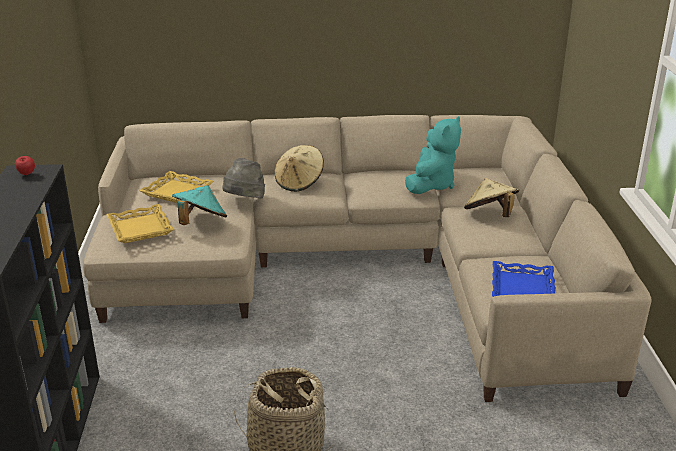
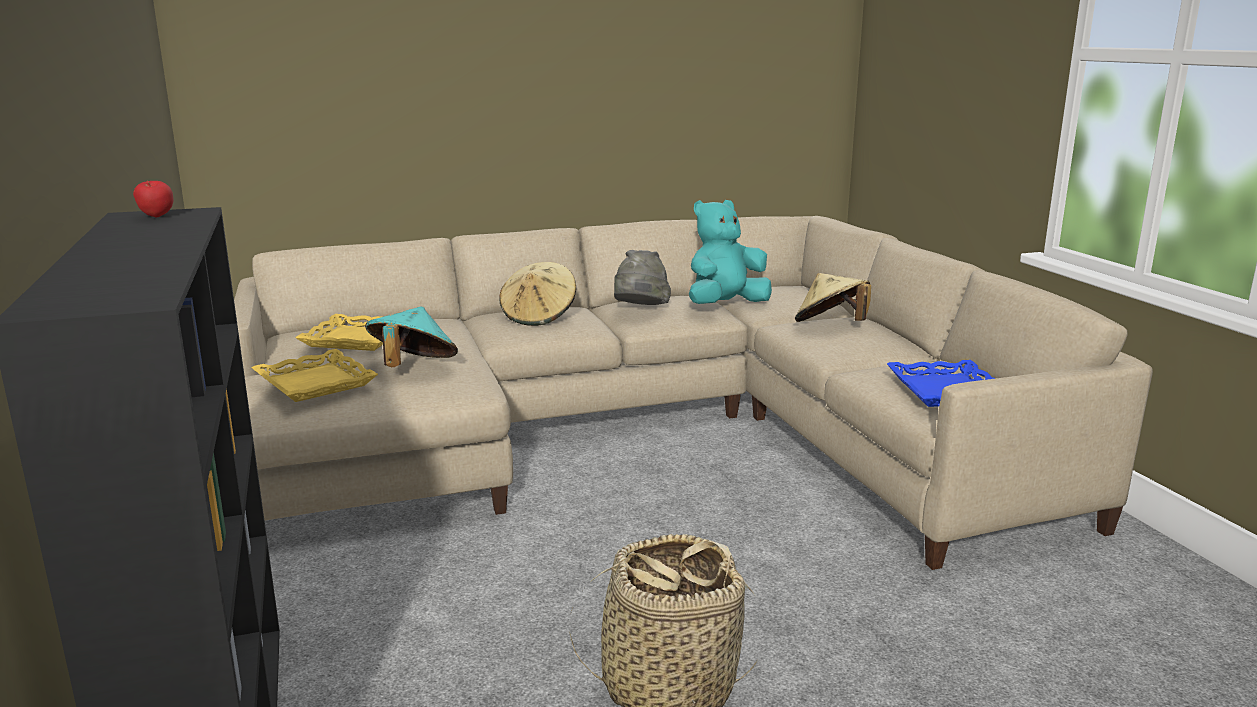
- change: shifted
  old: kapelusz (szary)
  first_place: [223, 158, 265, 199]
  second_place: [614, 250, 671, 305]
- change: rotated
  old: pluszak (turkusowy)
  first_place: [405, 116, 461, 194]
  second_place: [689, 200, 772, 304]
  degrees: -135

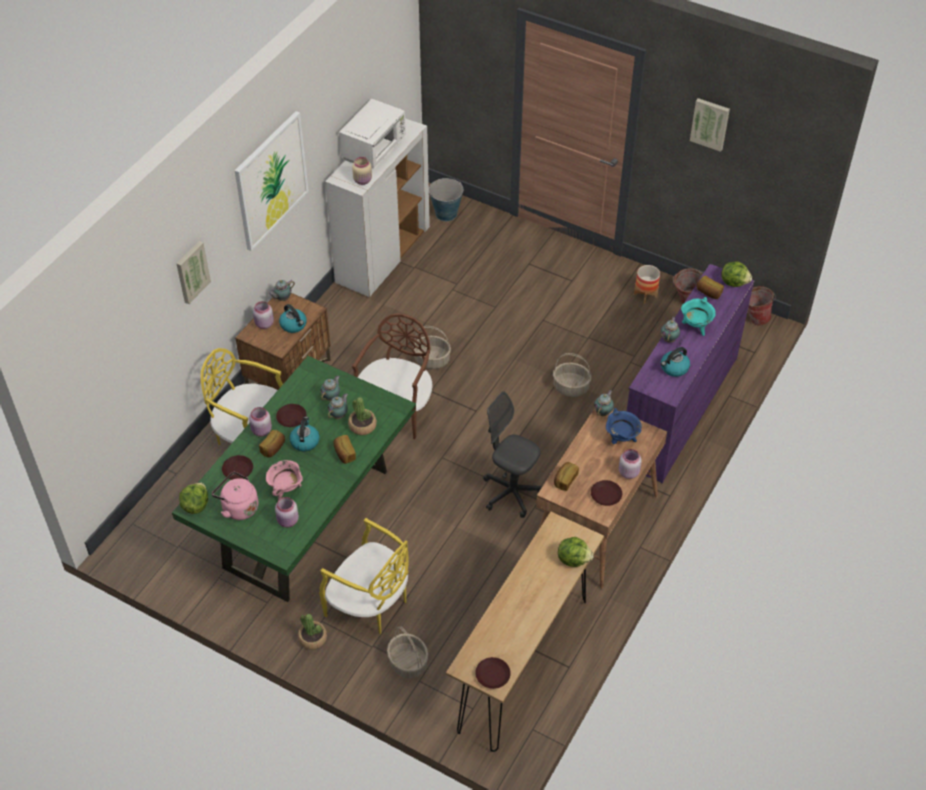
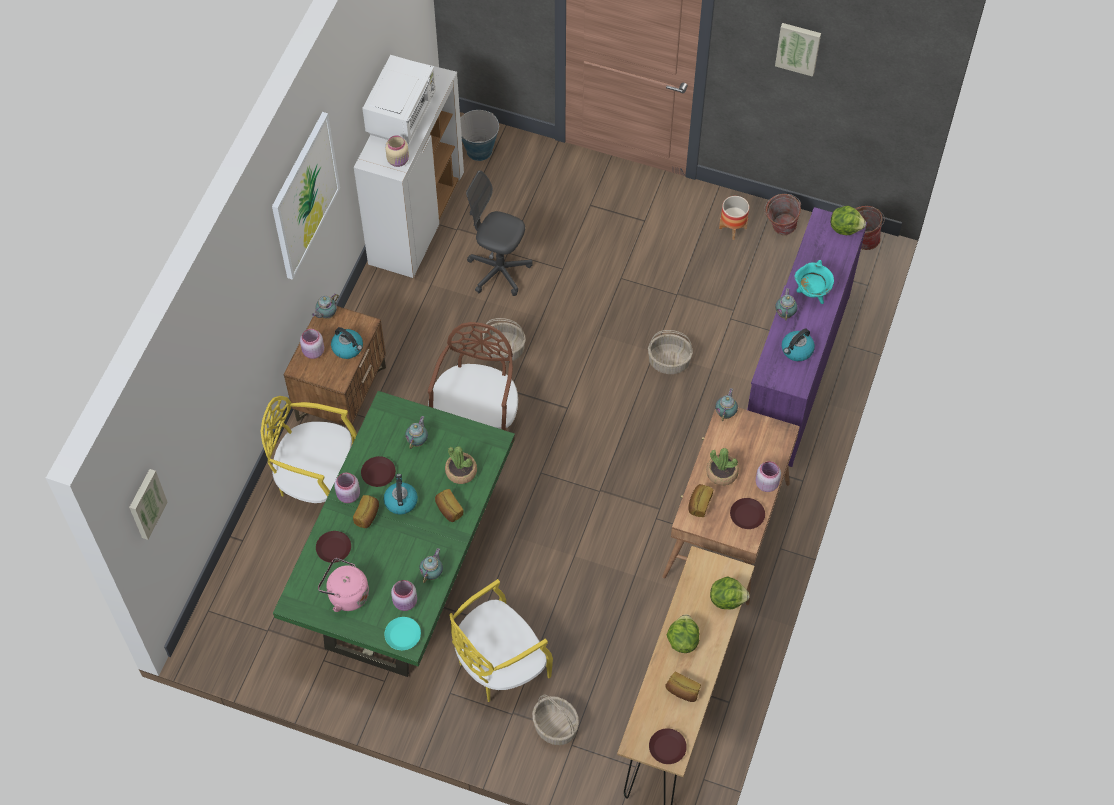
- change: gone
  old: garnek (różowy)
  first_place: [266, 460, 303, 501]
- change: gone
  old: garnek (niebieski)
  first_place: [606, 408, 642, 444]
- change: new
  new: talerz (turkusowy)
  second_place: [385, 617, 421, 650]
- change: shifted
  old: obraz
  first_place: [176, 241, 211, 304]
  second_place: [129, 469, 168, 540]
- change: shifted
  old: sałata
  first_place: [179, 482, 208, 514]
  second_place: [667, 614, 699, 653]
- change: shifted
  old: roślina doniczkowa
  first_place: [298, 614, 327, 650]
  second_place: [706, 448, 739, 486]
- change: shifted
  old: imbryk
  first_place: [328, 394, 348, 419]
  second_place: [419, 548, 443, 583]
- change: shifted
  old: krzesło biurowe (szary)
  first_place: [483, 391, 542, 518]
  second_place: [466, 170, 533, 296]
- change: shifted
  old: chleb
  first_place: [696, 276, 724, 299]
  second_place: [665, 672, 701, 702]
- change: rotated
  old: krzesło (żółty)
  first_place: [319, 518, 409, 634]
  second_place: [449, 579, 553, 702]
  degrees: 120

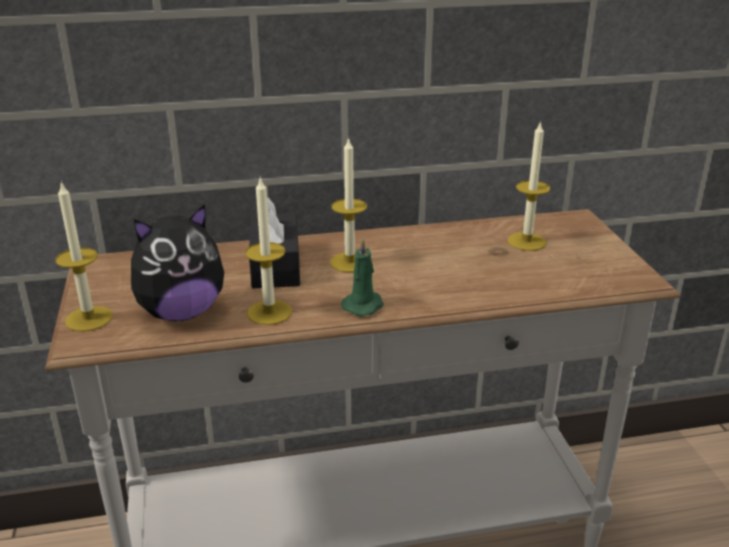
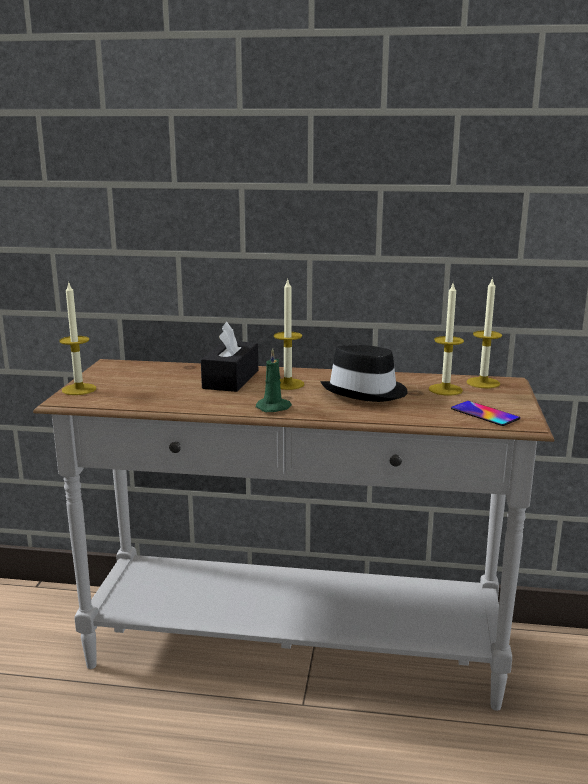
- change: gone
  old: pluszak
  first_place: [131, 204, 224, 321]
- change: new
  new: kapelusz (czarny)
  second_place: [320, 345, 408, 402]
- change: new
  new: telefon
  second_place: [451, 401, 520, 426]
- change: shifted
  old: świeca
  first_place: [245, 177, 292, 325]
  second_place: [467, 277, 502, 388]

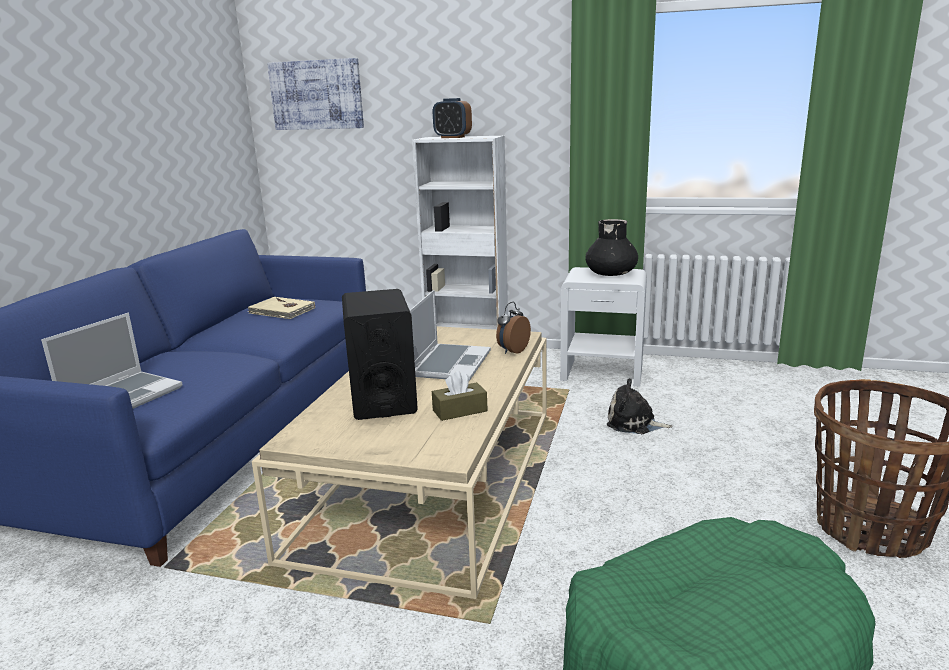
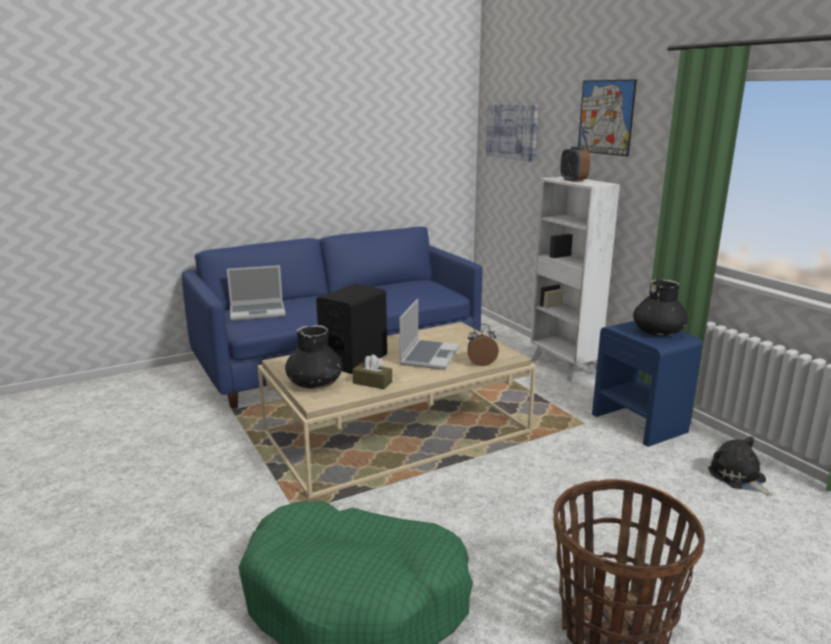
- change: gone
  old: książka (beżowy)
  first_place: [247, 297, 315, 319]
- change: new
  new: wazon (czarny)
  second_place: [285, 325, 343, 389]
- change: new
  new: obraz
  second_place: [578, 79, 637, 157]
- change: shifted
  old: pluszak
  first_place: [607, 378, 673, 434]
  second_place: [708, 436, 772, 496]
- change: repainted
  old: szafka nocna (biały)
  new: szafka nocna (niebieski)
  first_place: [560, 267, 647, 387]
  second_place: [592, 321, 703, 447]
- change: rotated
  old: laptop
  first_place: [410, 290, 491, 381]
  second_place: [399, 299, 459, 370]
  degrees: -45

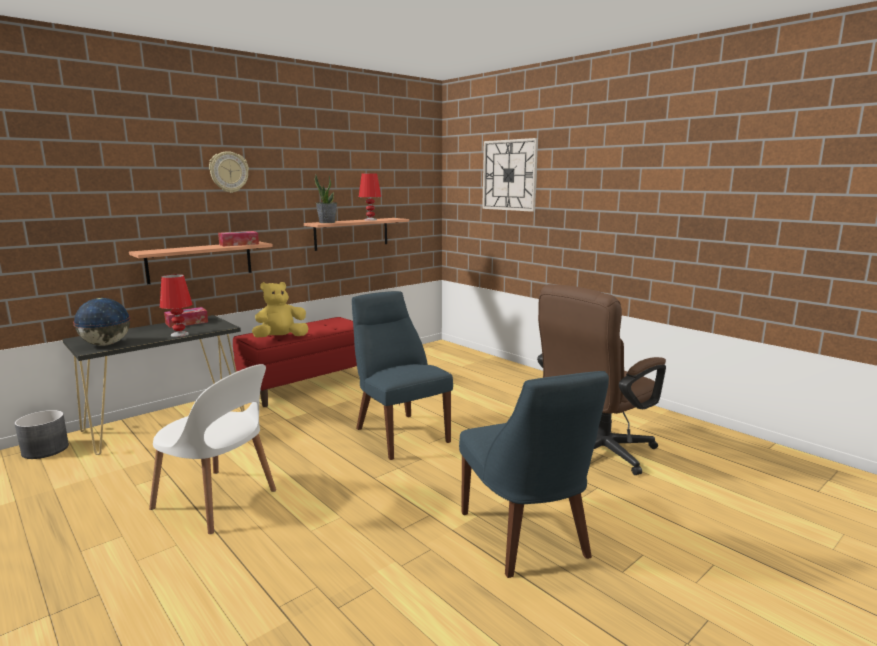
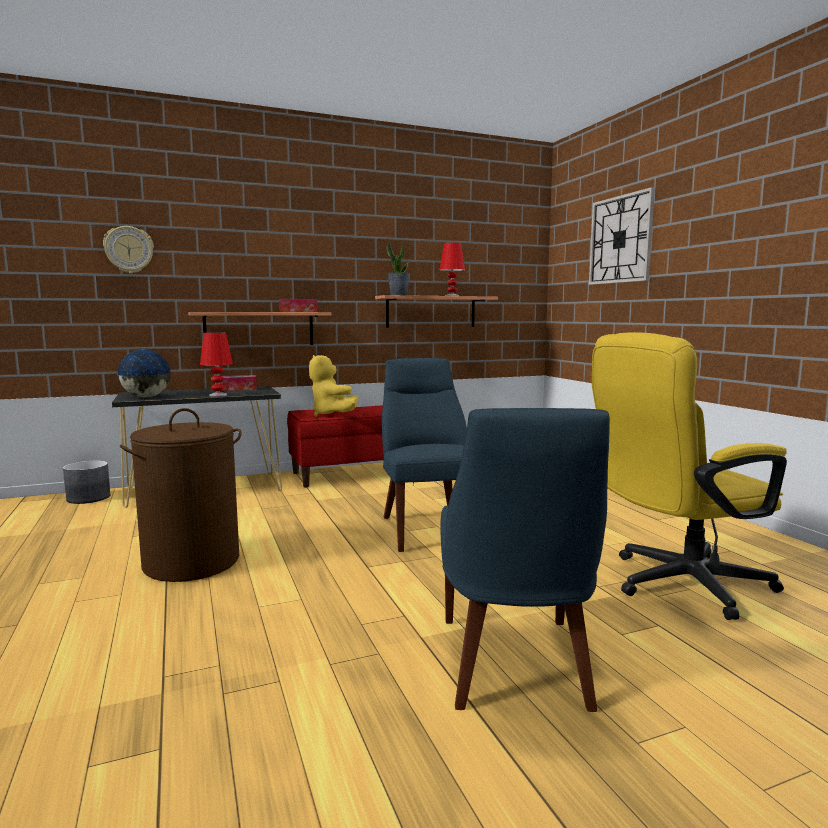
- change: shifted
  old: zegar ścienny
  first_place: [209, 151, 249, 193]
  second_place: [103, 226, 154, 273]
- change: swapped
  old: krzesło (biały)
  new: kosz na pranie (brązowy)
  first_place: [149, 364, 276, 534]
  second_place: [120, 408, 242, 582]
- change: repainted
  old: krzesło biurowe (brązowy)
  new: krzesło biurowe (żółty)
  first_place: [537, 284, 666, 475]
  second_place: [592, 332, 787, 620]
- change: rotated
  old: pluszak (żółty)
  first_place: [252, 282, 309, 338]
  second_place: [309, 355, 358, 417]
  degrees: -105

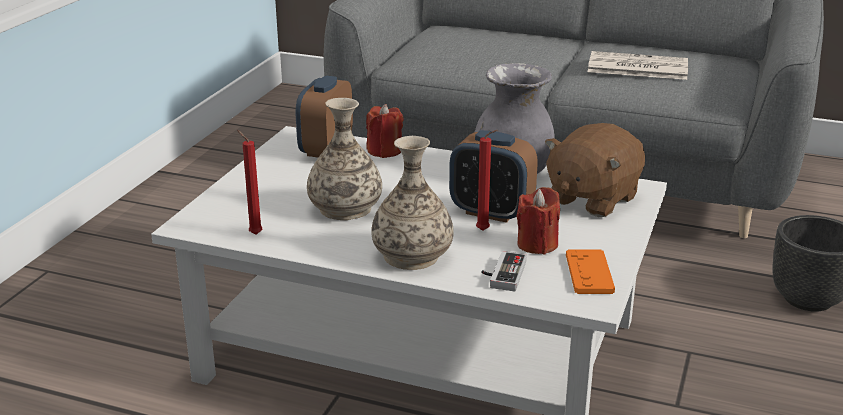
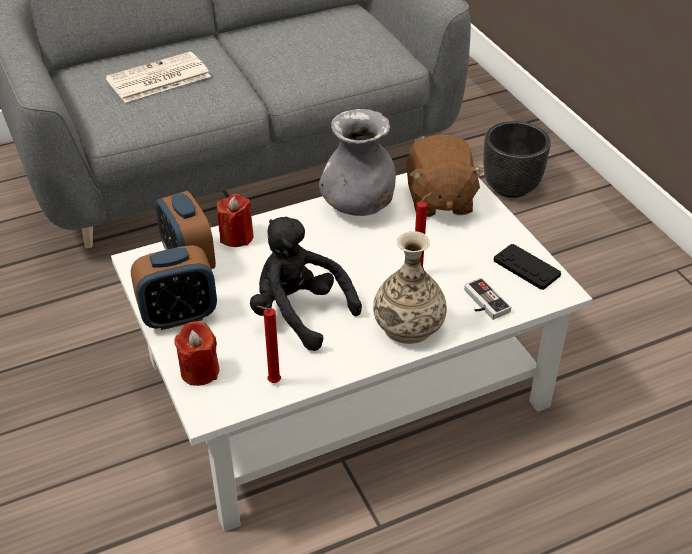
- change: shifted
  old: budzik
  first_place: [449, 130, 538, 223]
  second_place: [131, 245, 217, 330]
- change: shifted
  old: świeca (czerwony)
  first_place: [517, 187, 560, 254]
  second_place: [174, 321, 219, 386]
- change: shifted
  old: gazeta
  first_place: [588, 51, 688, 80]
  second_place: [106, 52, 211, 103]
- change: swapped
  old: wazon
  new: pluszak (czarny)
  first_place: [307, 98, 382, 220]
  second_place: [250, 217, 362, 351]
- change: repainted
  old: pad do gier (pomarańczowy)
  new: pad do gier (czarny)
  first_place: [566, 250, 615, 294]
  second_place: [494, 244, 561, 290]

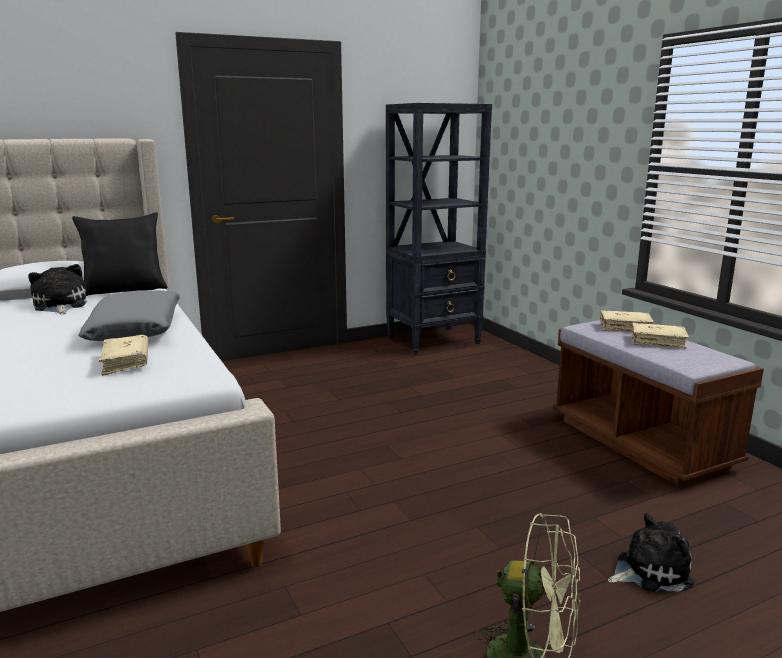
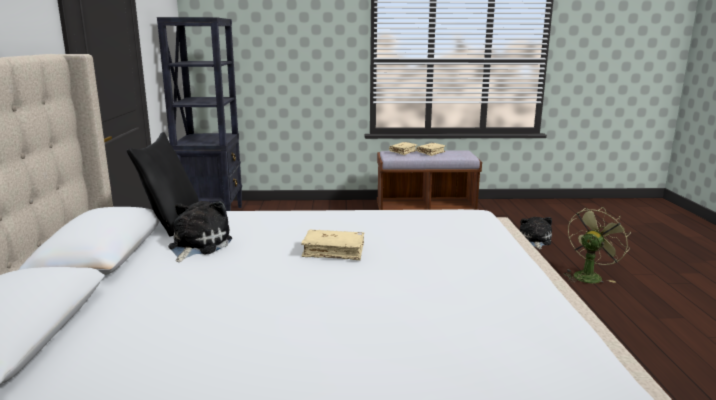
- change: gone
  old: poduszka (szary)
  first_place: [78, 290, 180, 341]
- change: shifted
  old: książka (beżowy)
  first_place: [99, 335, 148, 376]
  second_place: [301, 230, 364, 260]
- change: rotated
  old: pluszak
  first_place: [28, 264, 87, 314]
  second_place: [168, 201, 232, 262]
  degrees: 105

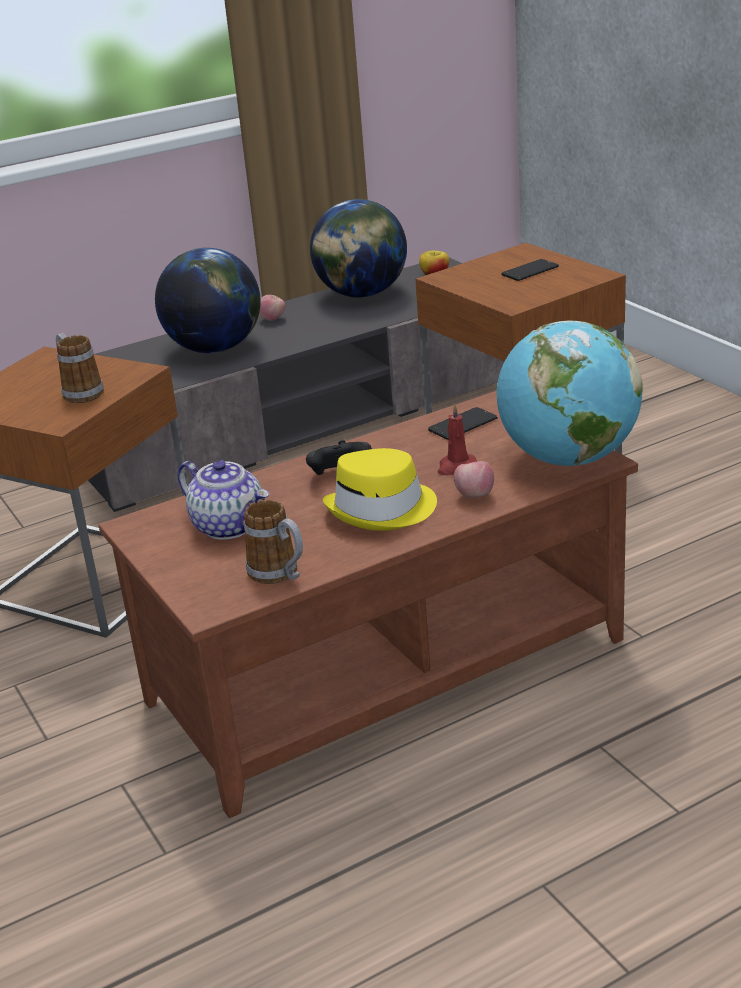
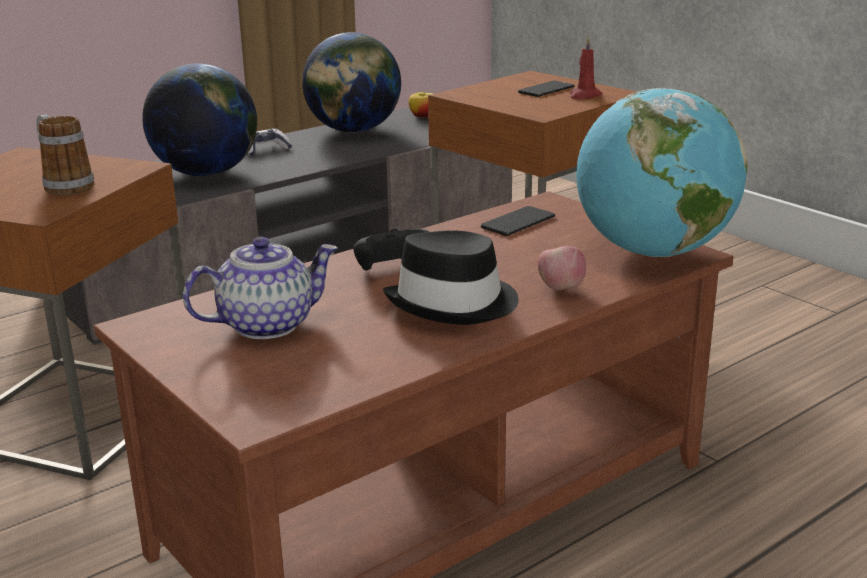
- change: gone
  old: kubek
  first_place: [244, 500, 303, 584]
- change: shifted
  old: świeca (czerwony)
  first_place: [437, 403, 477, 475]
  second_place: [570, 37, 603, 100]
- change: swapped
  old: jabłko
  new: pad do gier
  first_place: [259, 295, 285, 321]
  second_place: [247, 128, 292, 156]
- change: repainted
  old: kapelusz (żółty)
  new: kapelusz (czarny)
  first_place: [323, 448, 437, 531]
  second_place: [383, 230, 519, 325]
- change: rotated
  old: imbryk
  first_place: [178, 460, 269, 540]
  second_place: [183, 237, 338, 339]
  degrees: -60

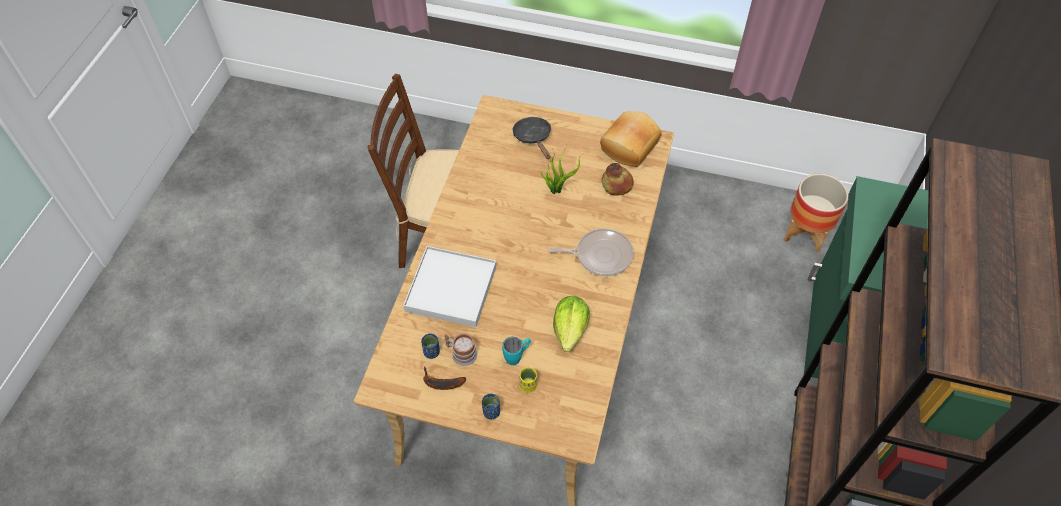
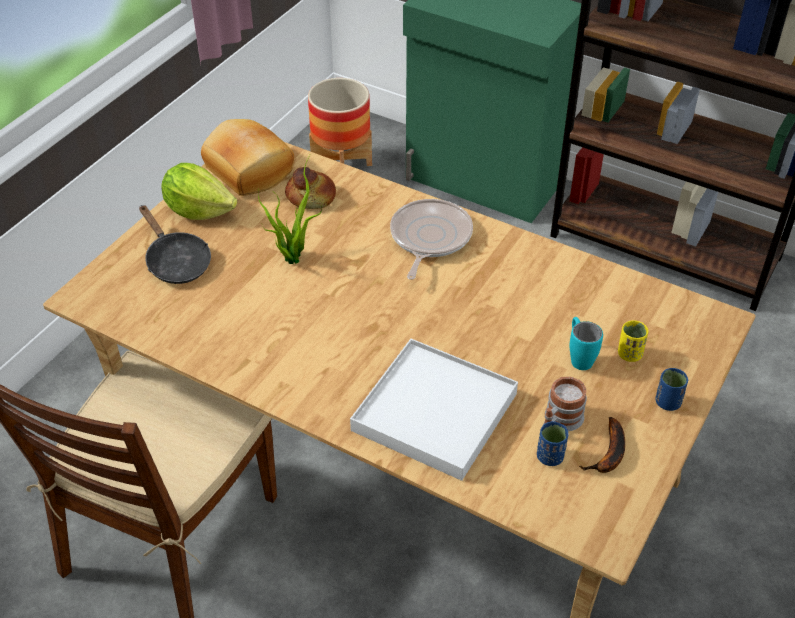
- change: shifted
  old: sałata
  first_place: [553, 296, 590, 352]
  second_place: [161, 163, 237, 220]
- change: rotated
  old: patelnia (czarny)
  first_place: [513, 117, 551, 159]
  second_place: [139, 205, 211, 284]
  degrees: -120

